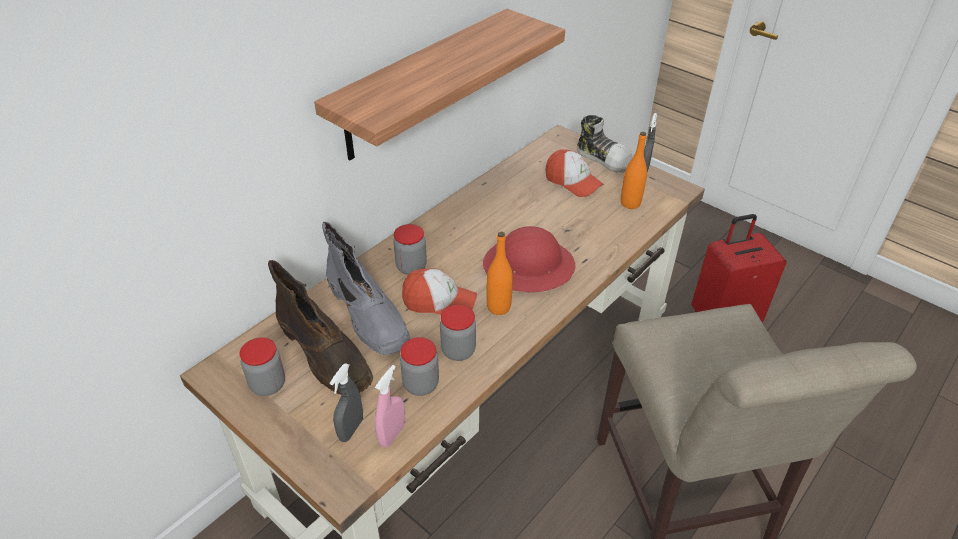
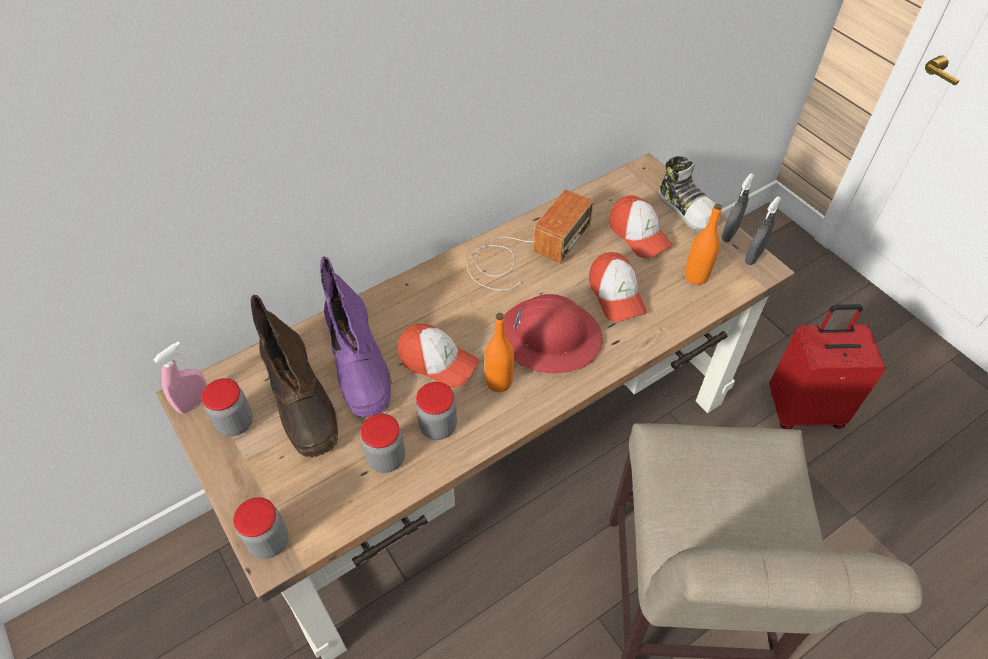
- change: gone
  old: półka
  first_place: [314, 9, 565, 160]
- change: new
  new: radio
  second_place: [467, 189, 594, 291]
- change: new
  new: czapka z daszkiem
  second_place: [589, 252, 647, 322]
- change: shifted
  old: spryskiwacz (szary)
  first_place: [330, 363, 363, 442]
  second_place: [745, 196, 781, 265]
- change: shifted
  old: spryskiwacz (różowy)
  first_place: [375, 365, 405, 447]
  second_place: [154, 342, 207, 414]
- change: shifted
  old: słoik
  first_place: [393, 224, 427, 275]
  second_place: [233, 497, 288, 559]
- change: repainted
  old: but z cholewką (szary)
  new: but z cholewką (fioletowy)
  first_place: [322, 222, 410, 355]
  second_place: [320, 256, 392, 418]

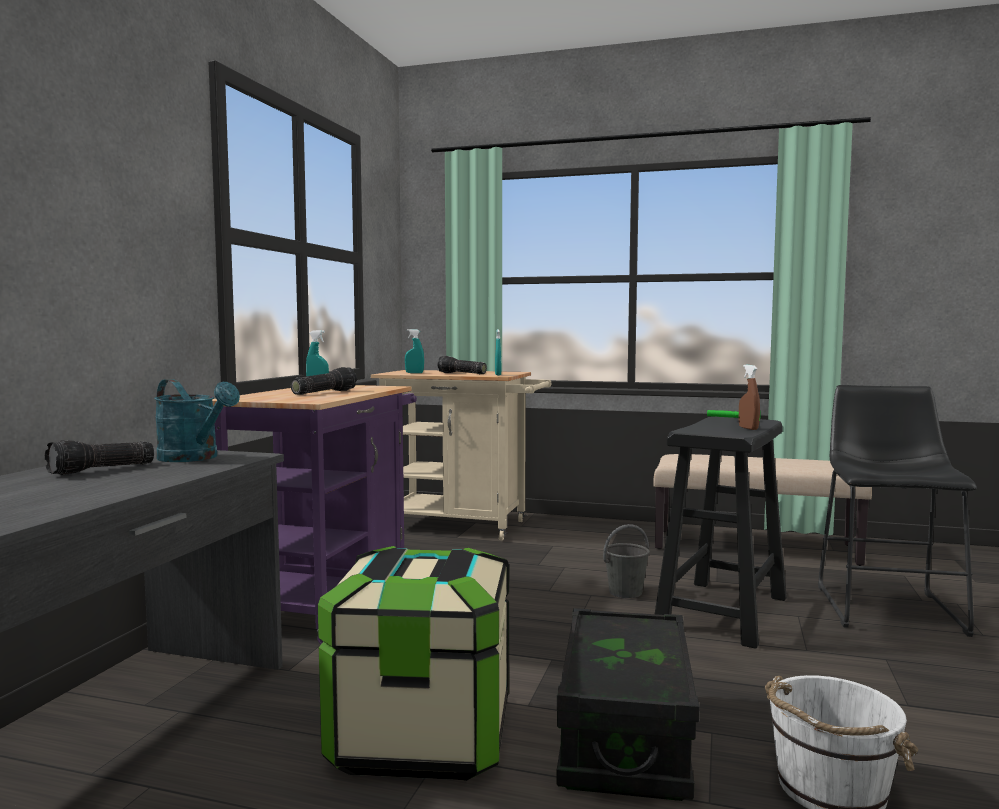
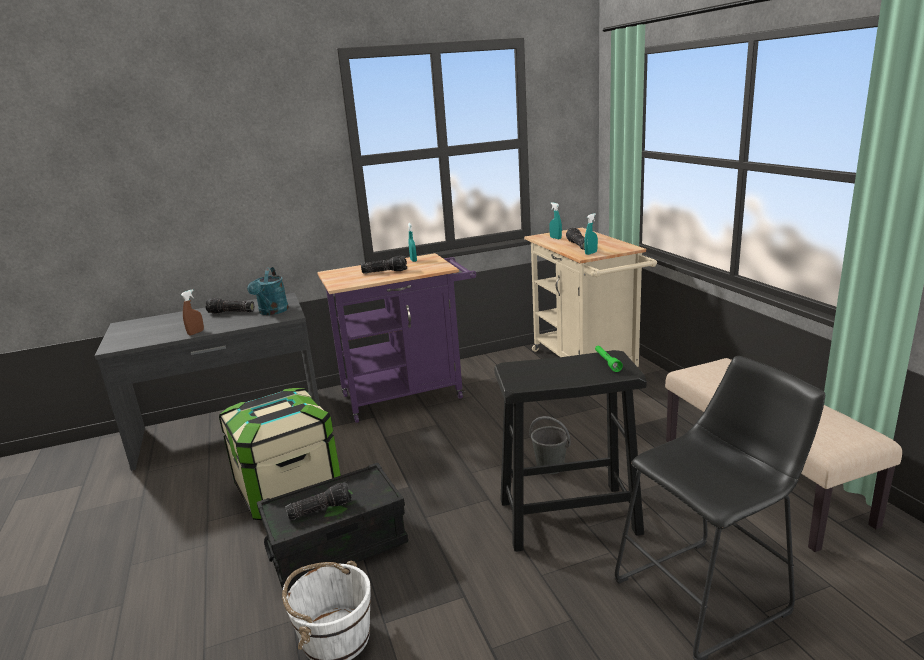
- change: new
  new: latarka
  second_place: [285, 482, 352, 520]
- change: shifted
  old: spryskiwacz (brązowy)
  first_place: [739, 365, 760, 430]
  second_place: [181, 289, 204, 335]

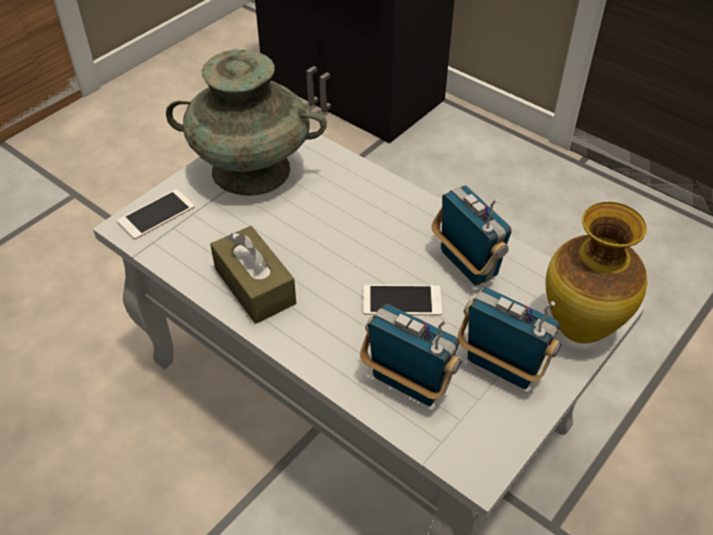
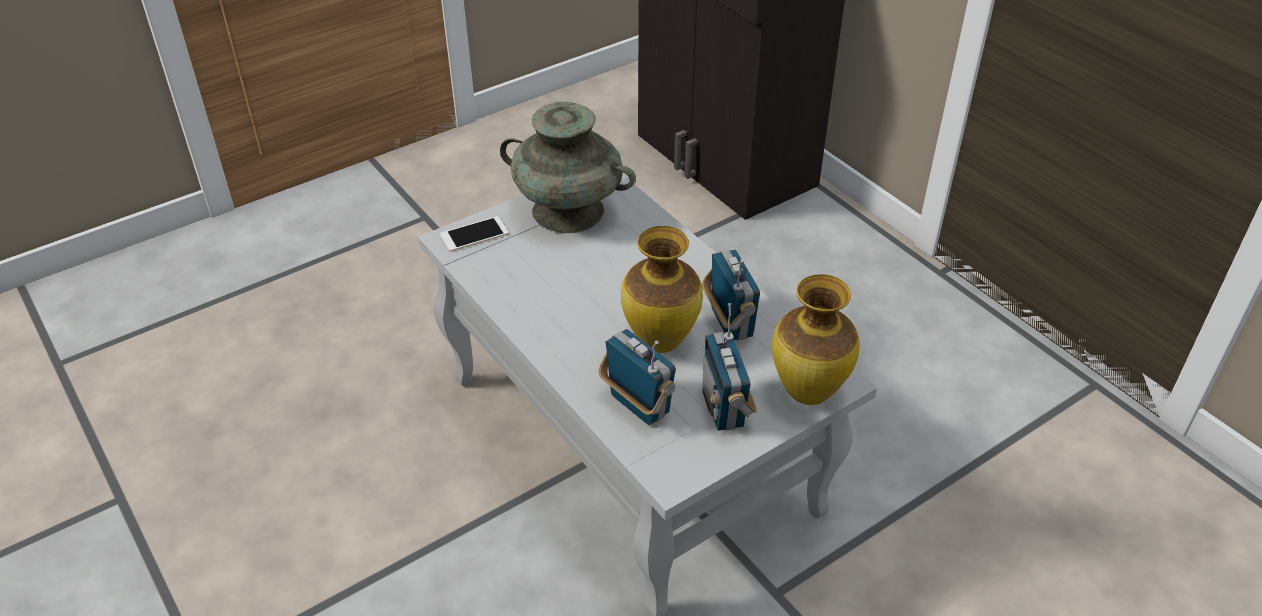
- change: gone
  old: pudełko chusteczek (brązowy)
  first_place: [210, 226, 296, 324]
- change: swapped
  old: telefon
  new: wazon
  first_place: [364, 285, 442, 316]
  second_place: [621, 226, 703, 353]
- change: rotated
  old: radio
  first_place: [457, 287, 561, 389]
  second_place: [702, 303, 757, 431]
  degrees: -150

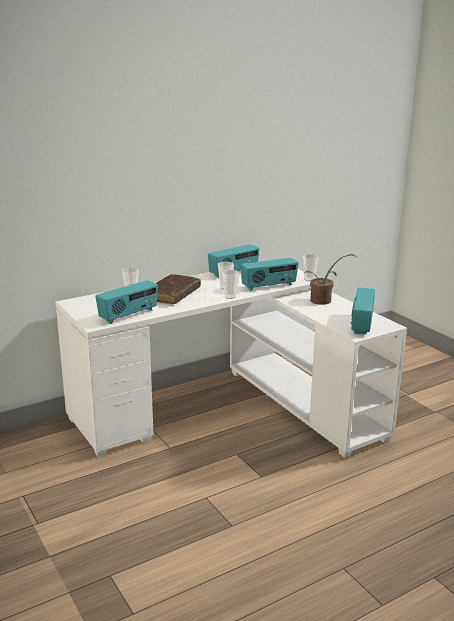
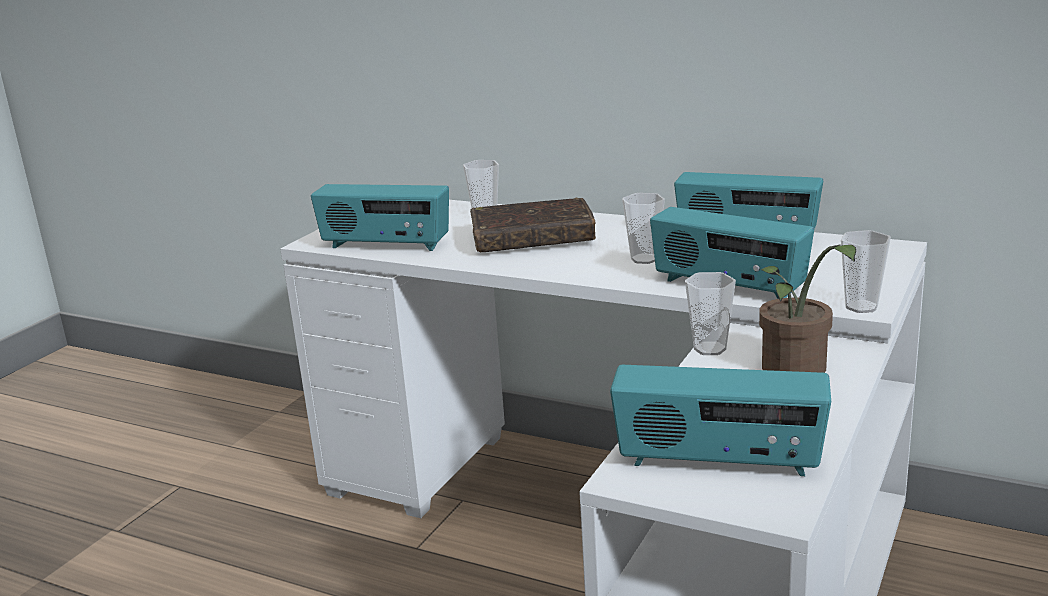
- change: shifted
  old: filiżanka
  first_place: [222, 270, 239, 299]
  second_place: [685, 272, 736, 355]
- change: rotated
  old: radio
  first_place: [351, 287, 375, 334]
  second_place: [610, 365, 831, 476]
  degrees: -150

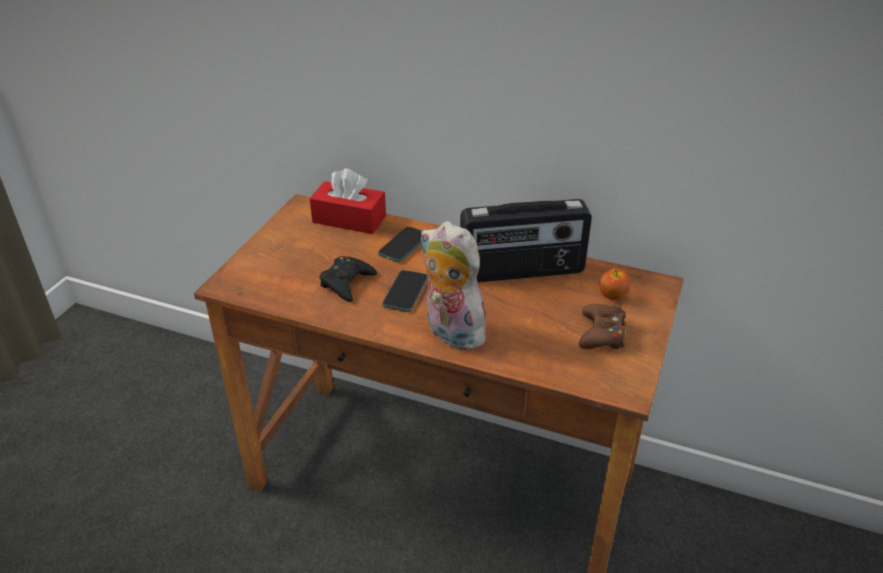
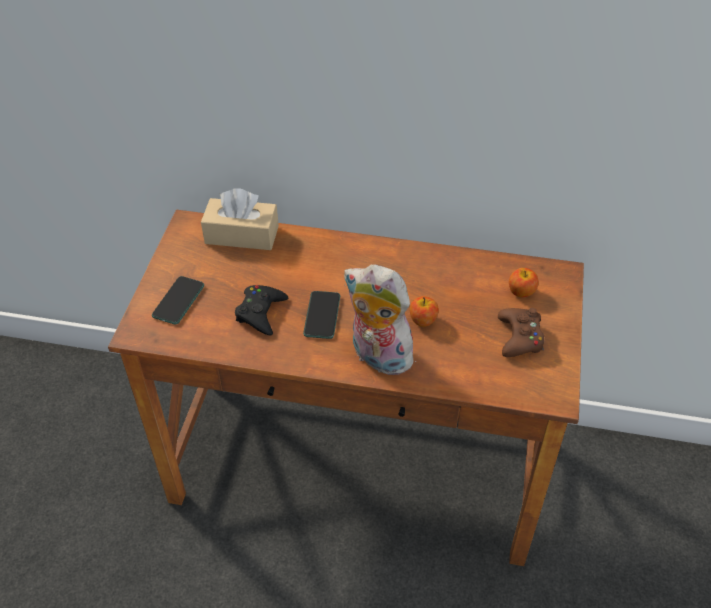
- change: gone
  old: radio
  first_place: [460, 199, 592, 282]
- change: new
  new: jabłko
  second_place: [410, 296, 439, 327]
- change: shifted
  old: telefon
  first_place: [378, 227, 422, 262]
  second_place: [152, 276, 204, 324]
- change: repainted
  old: pudełko chusteczek (czerwony)
  new: pudełko chusteczek (beżowy)
  first_place: [310, 168, 386, 234]
  second_place: [201, 188, 279, 250]

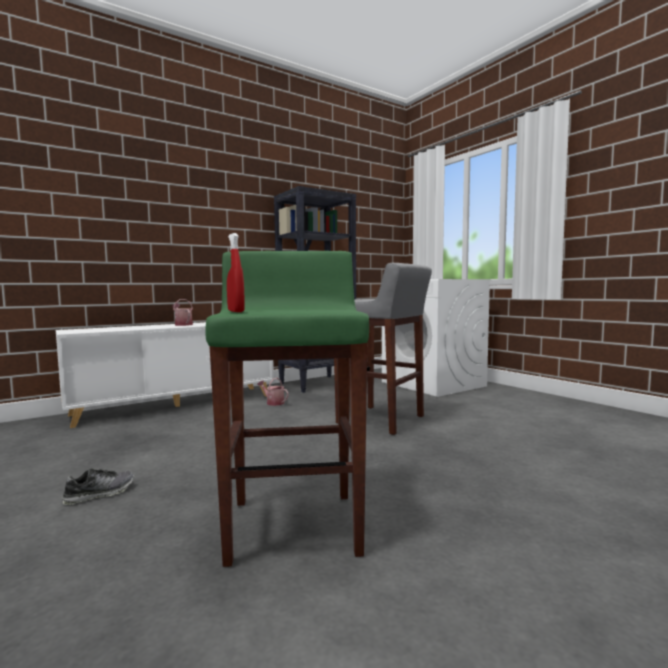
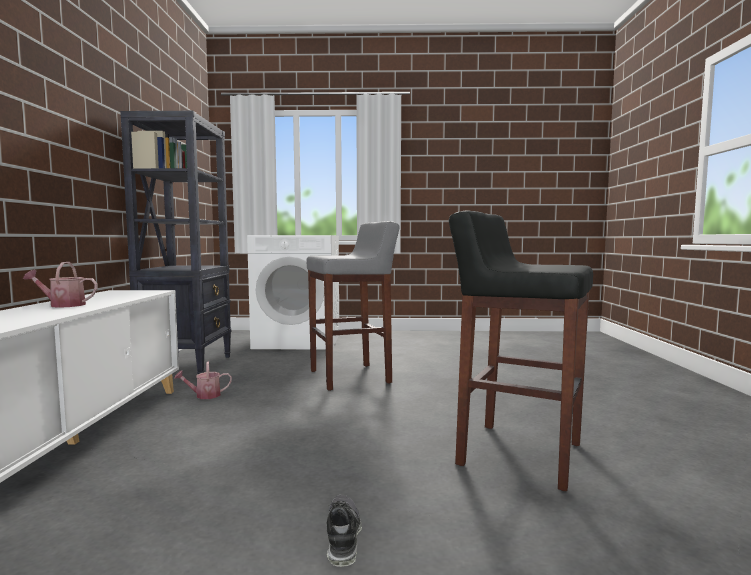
- change: gone
  old: spryskiwacz (czerwony)
  first_place: [227, 233, 245, 312]
- change: repainted
  old: stołek (zielony)
  new: stołek (czarny)
  first_place: [205, 251, 369, 567]
  second_place: [449, 210, 593, 491]

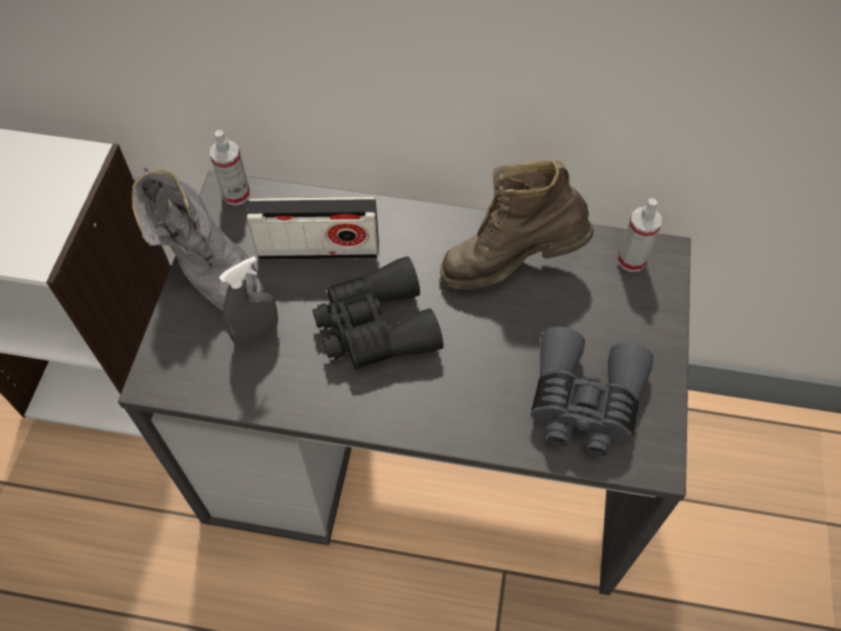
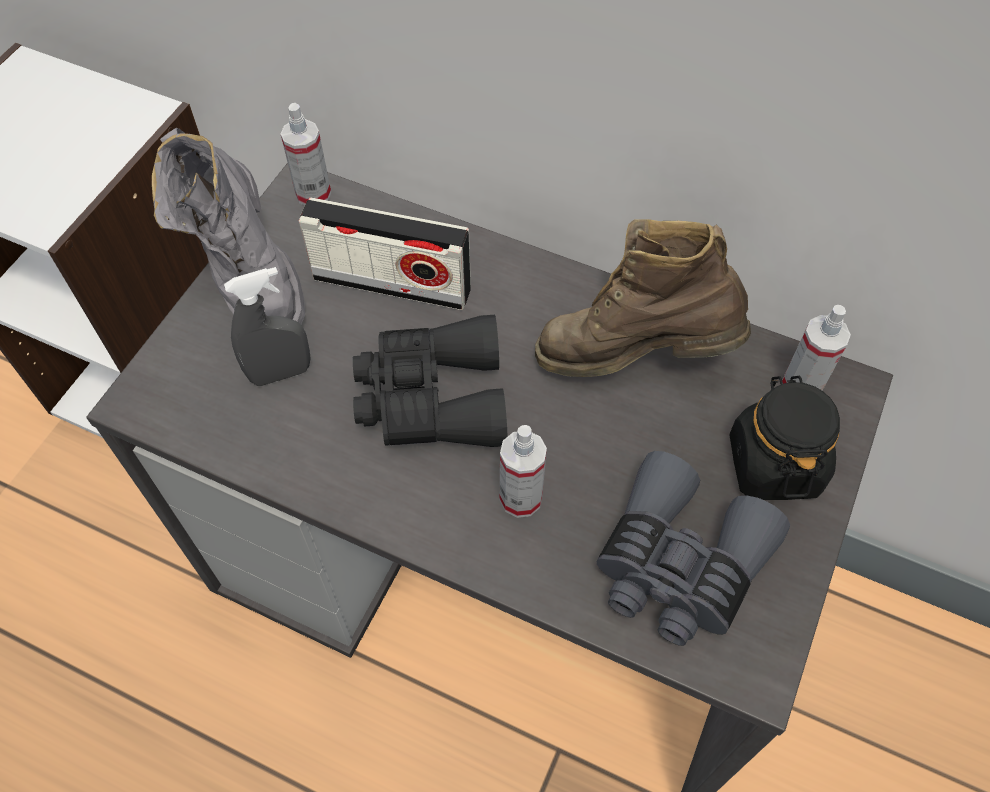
- change: new
  new: spryskiwacz
  second_place: [500, 425, 547, 518]
- change: new
  new: słoik (czarny)
  second_place: [730, 376, 840, 500]

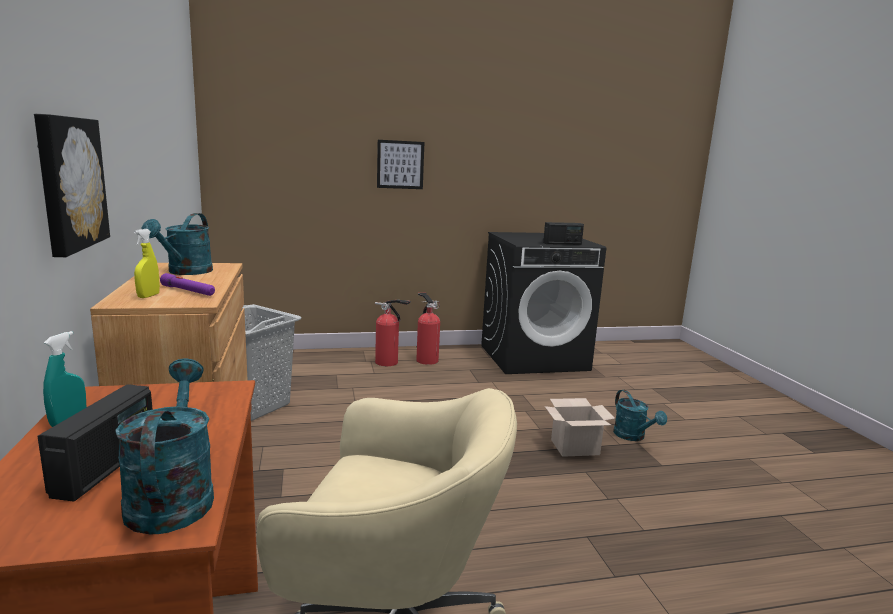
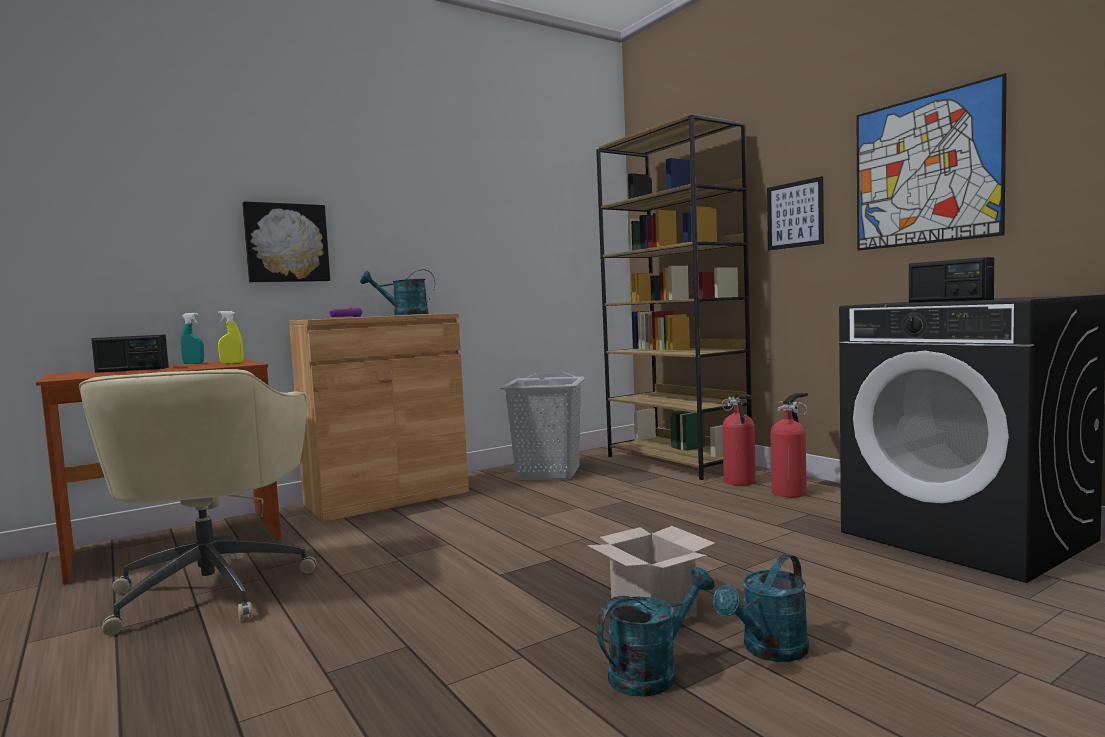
- change: new
  new: regał (brązowy)
  second_place: [596, 113, 752, 480]
- change: new
  new: obraz
  second_place: [856, 73, 1007, 251]
- change: shifted
  old: konewka (turkusowy)
  first_place: [115, 358, 214, 534]
  second_place: [597, 567, 715, 697]
- change: shifted
  old: spryskiwacz (żółty)
  first_place: [134, 229, 160, 298]
  second_place: [218, 311, 243, 364]

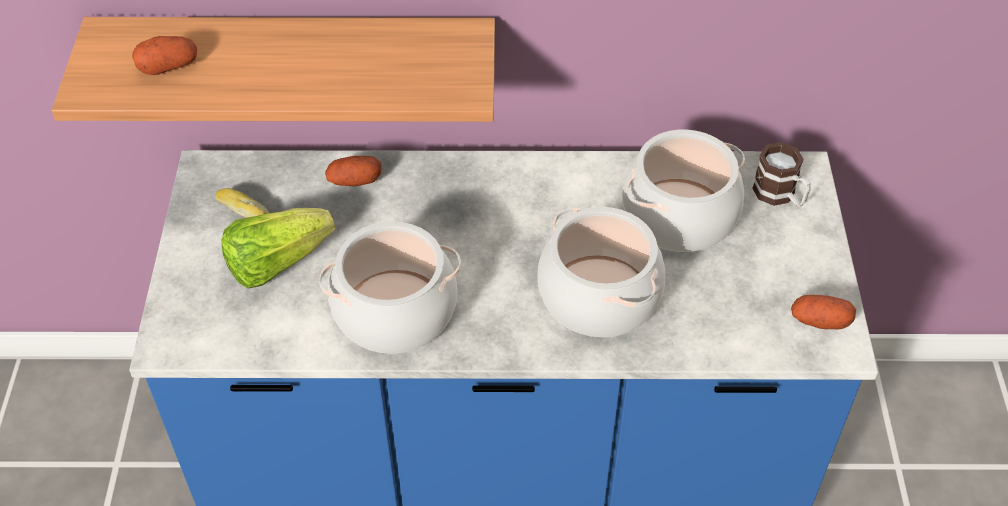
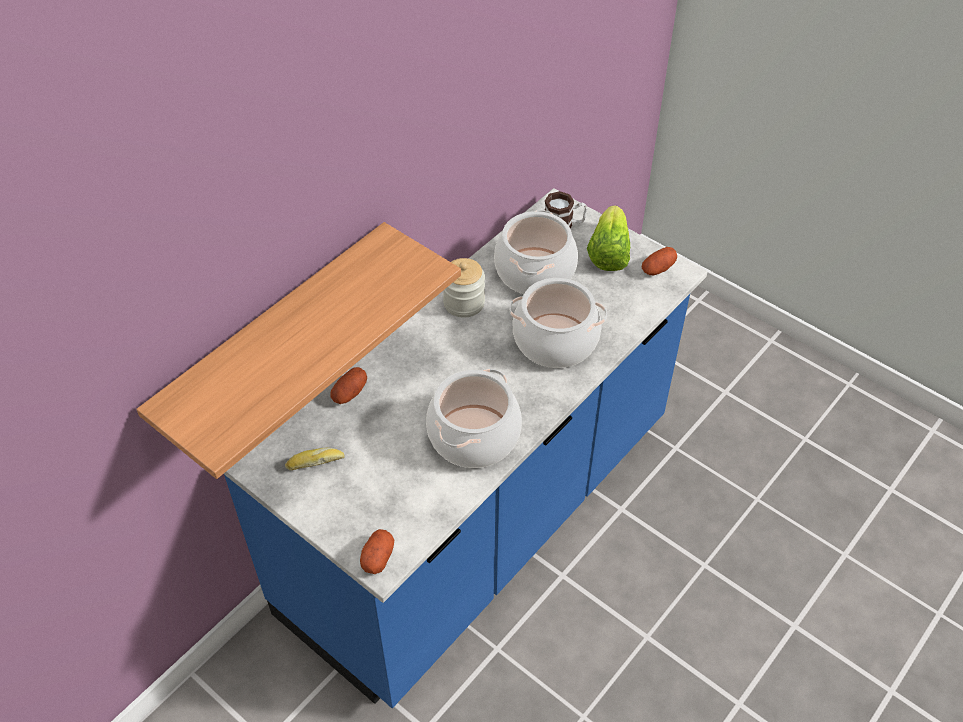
- change: new
  new: słoik
  second_place: [443, 258, 485, 318]
- change: shifted
  old: ziemniak
  first_place: [132, 36, 197, 75]
  second_place: [360, 529, 394, 574]
- change: shifted
  old: sałata
  first_place: [222, 208, 335, 289]
  second_place: [587, 206, 630, 271]

